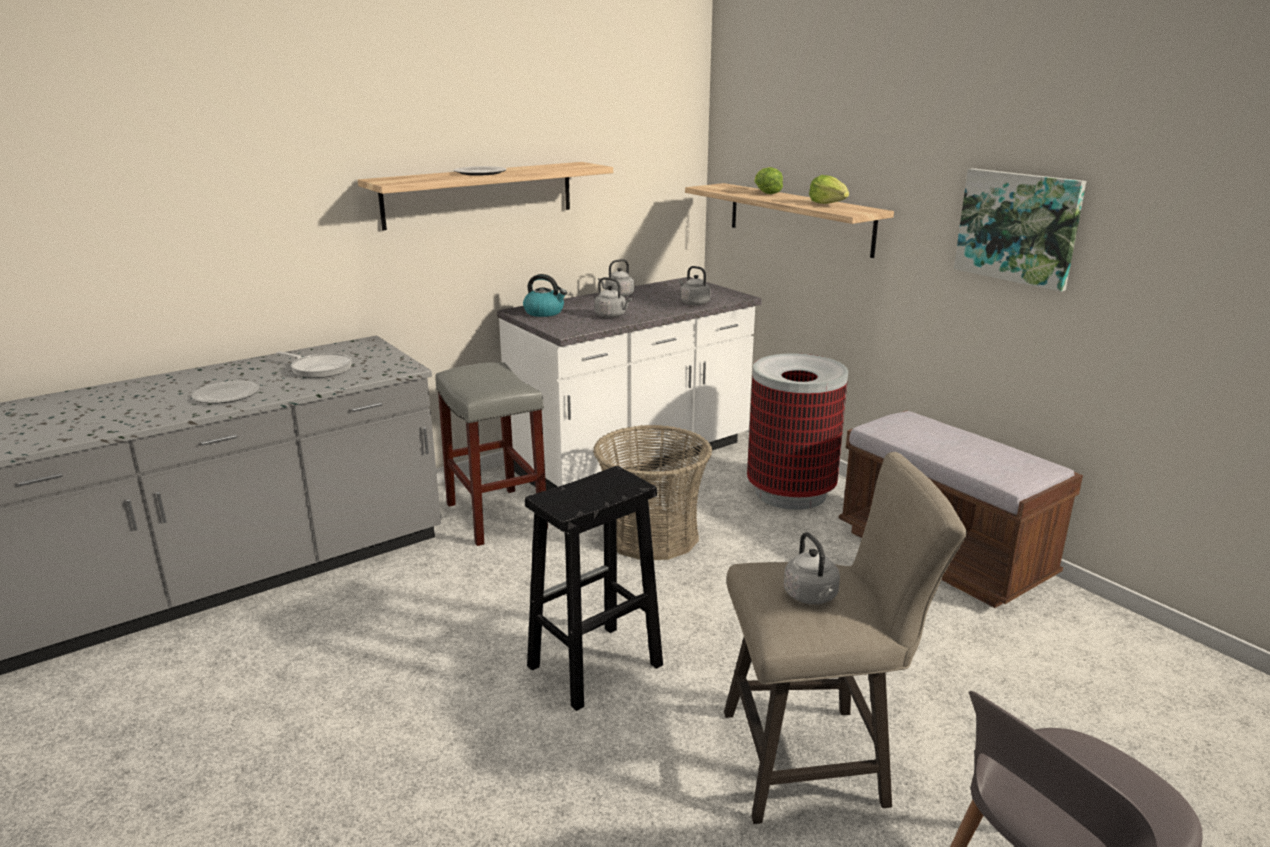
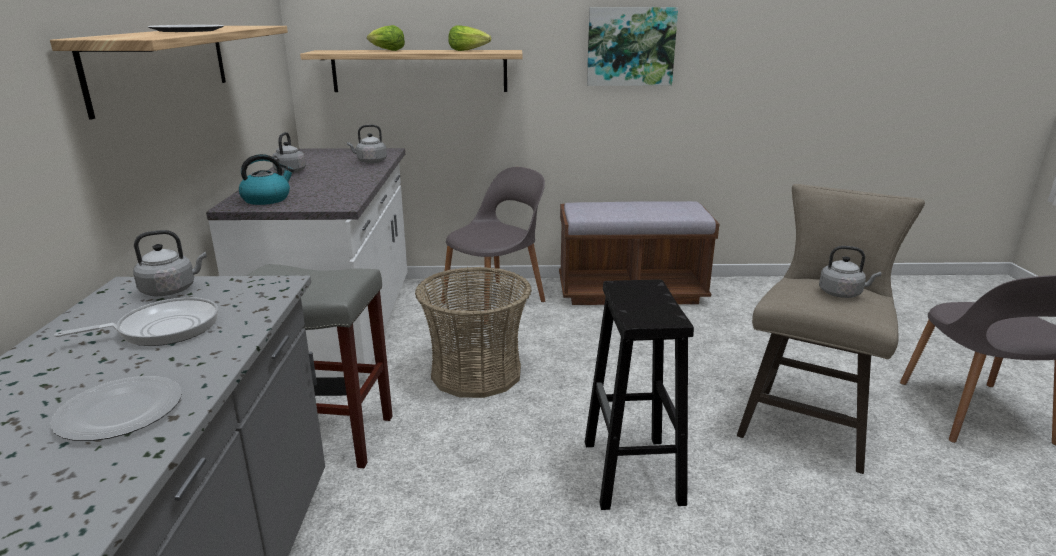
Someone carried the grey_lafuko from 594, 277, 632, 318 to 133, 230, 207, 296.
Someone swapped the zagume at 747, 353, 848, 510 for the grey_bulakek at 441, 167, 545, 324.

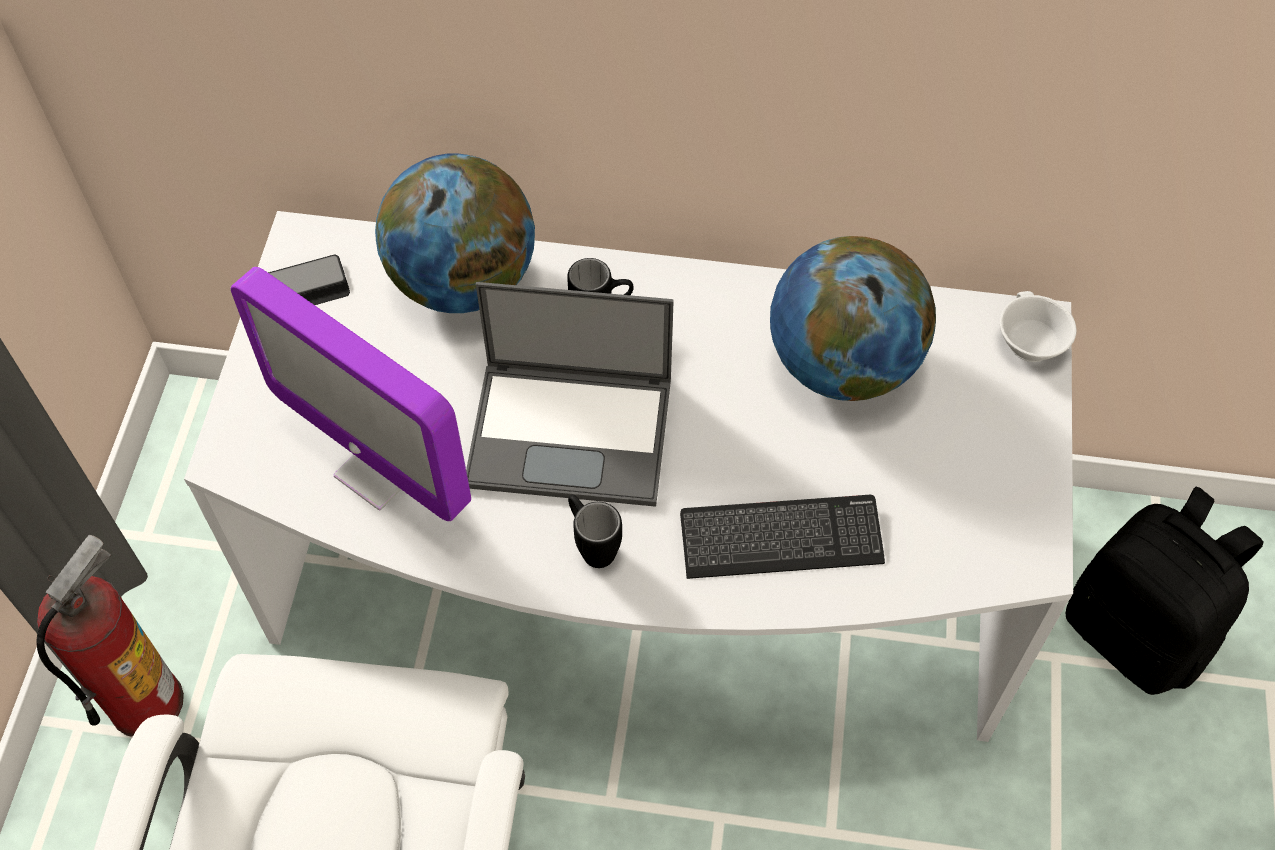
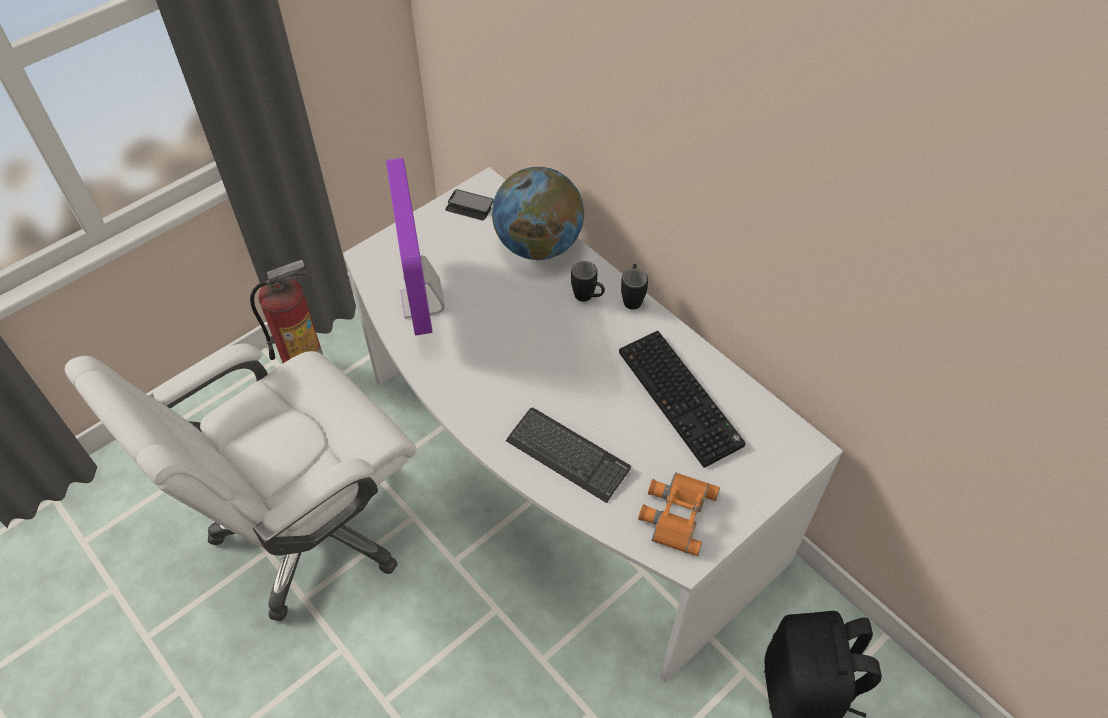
Someone took away the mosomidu at 466, 282, 674, 507.
Someone took away the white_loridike at 1000, 291, 1077, 362.
Someone put down the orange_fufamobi at 638, 473, 720, 556.
Someone carried the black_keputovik from 568, 495, 622, 568 to 621, 264, 648, 310.
Someone swapped the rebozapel at 770, 236, 936, 401 for the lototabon at 619, 331, 746, 468.

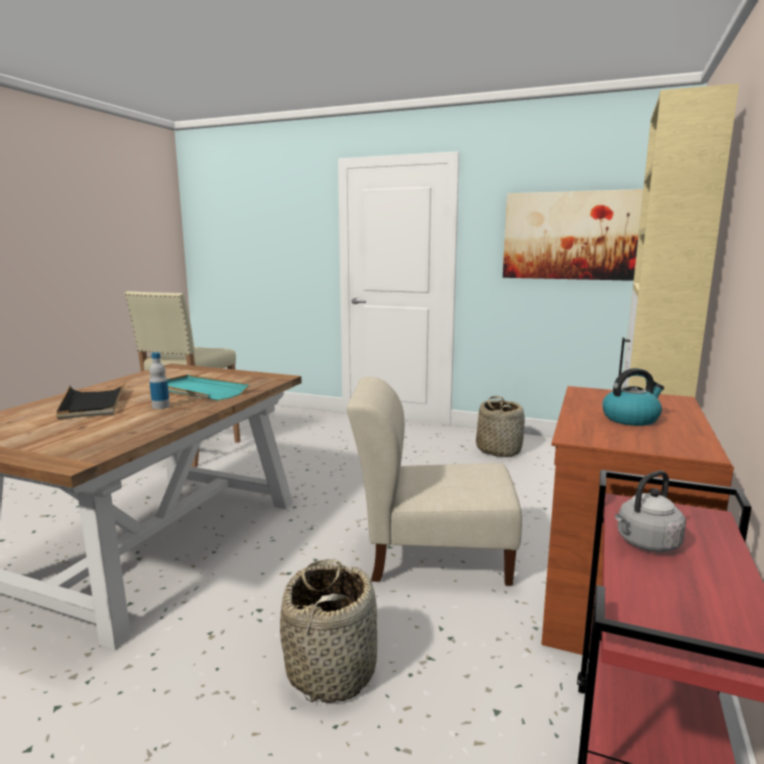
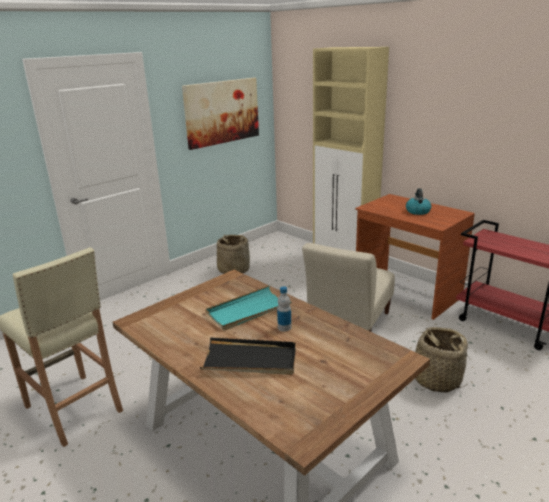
Someone took away the grey_lafuko at 615, 471, 686, 552.

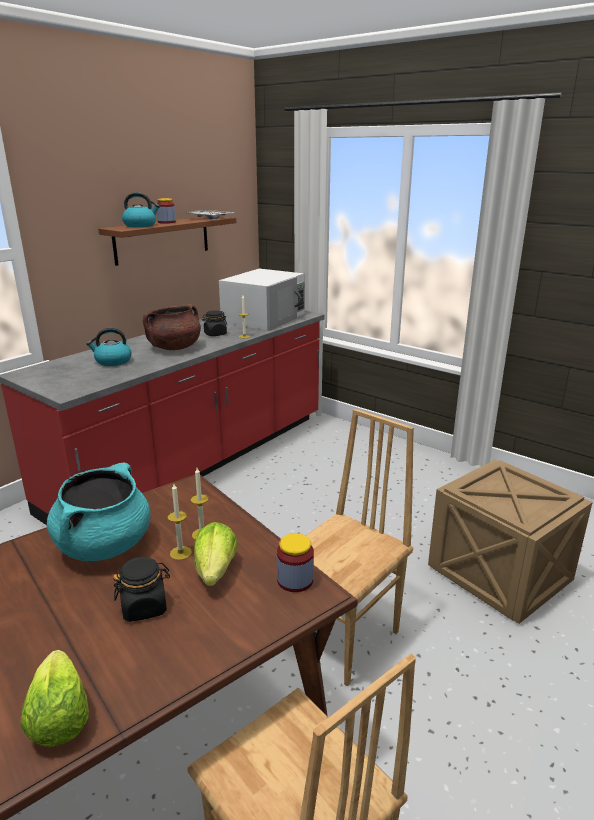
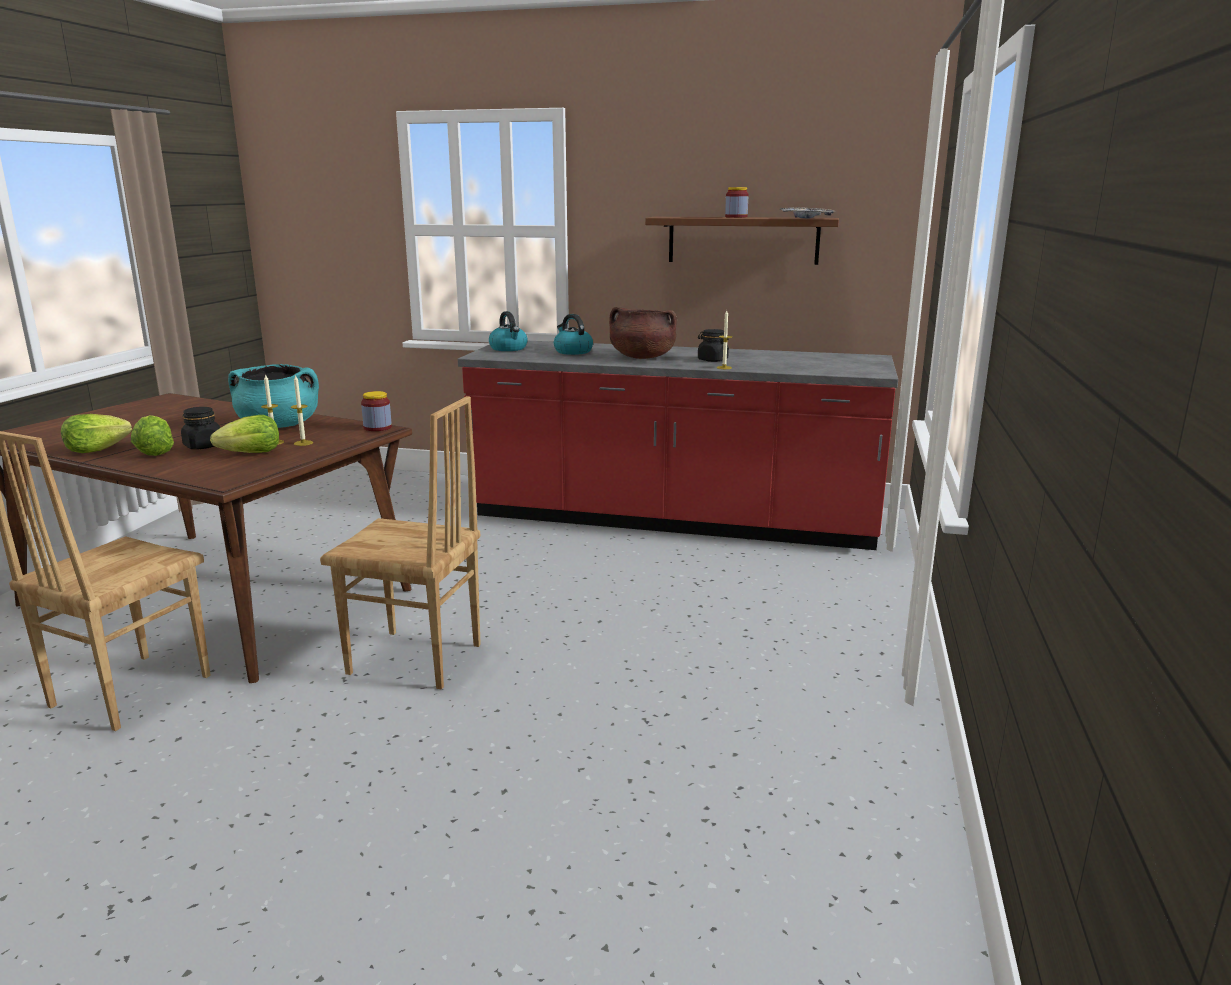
Someone took away the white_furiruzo at 219, 269, 305, 331.
Someone took away the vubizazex at 428, 460, 593, 624.
Someone put down the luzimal at 131, 415, 174, 456.
Someone carried the lafuko from 122, 192, 160, 227 to 489, 311, 528, 351.
Someone carried the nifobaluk from 277, 533, 314, 592 to 361, 391, 392, 431.

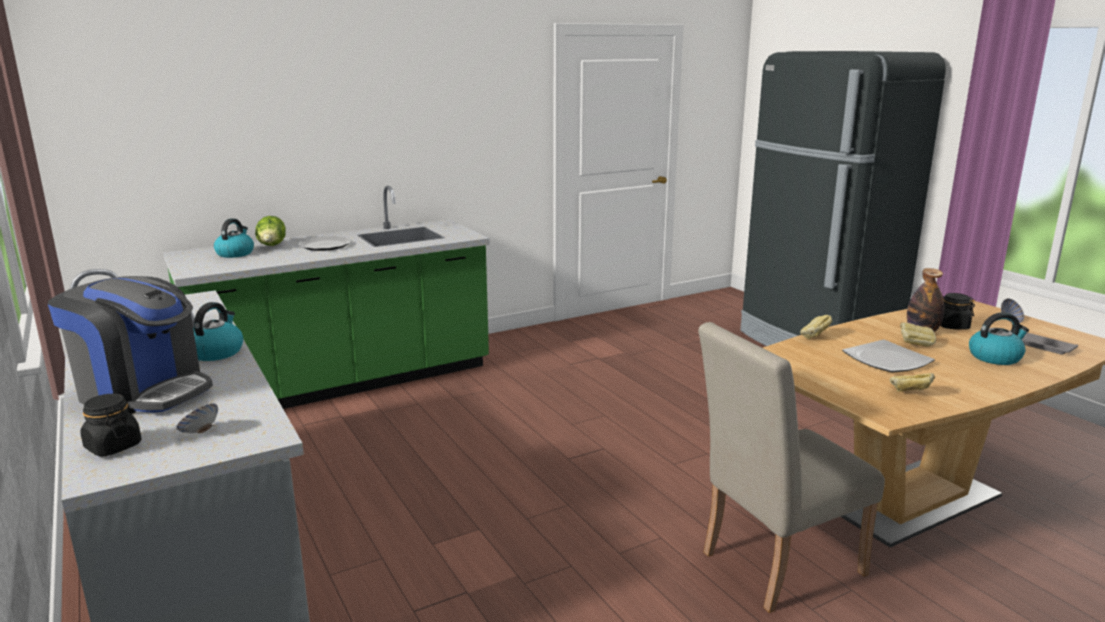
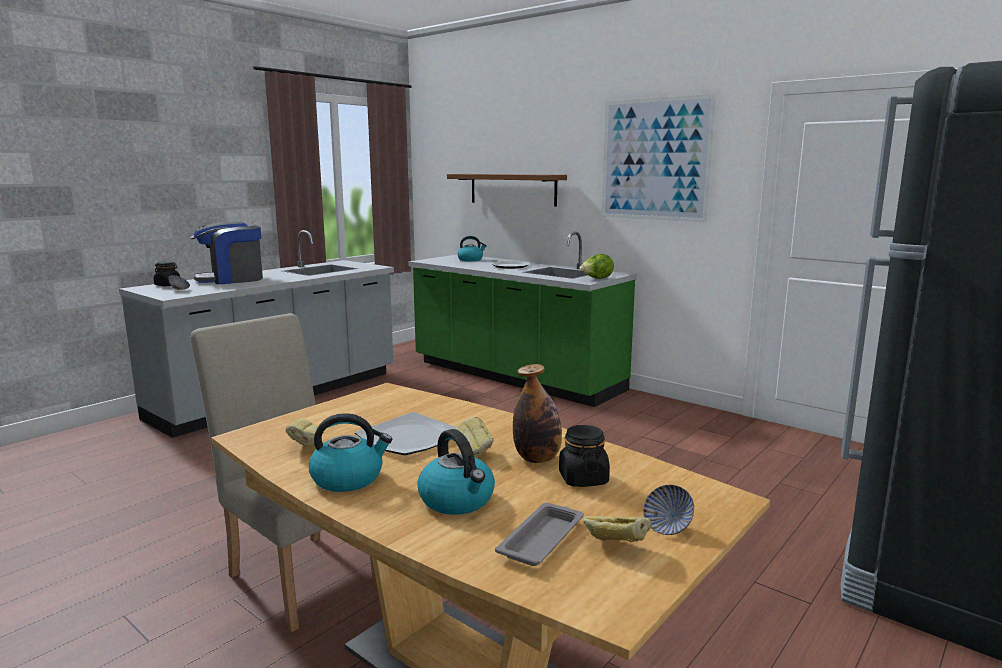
Someone put up the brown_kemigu at 447, 174, 567, 206.
Someone put up the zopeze at 601, 94, 716, 222.
Someone carried the lafuko from 193, 302, 243, 361 to 309, 413, 392, 492.
Someone carried the luzimal from 255, 216, 286, 246 to 580, 254, 614, 279.
Someone carried the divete from 800, 315, 832, 339 to 583, 516, 651, 542.
Someone rotated the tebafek at 48, 276, 213, 414 by 60 degrees clockwise.

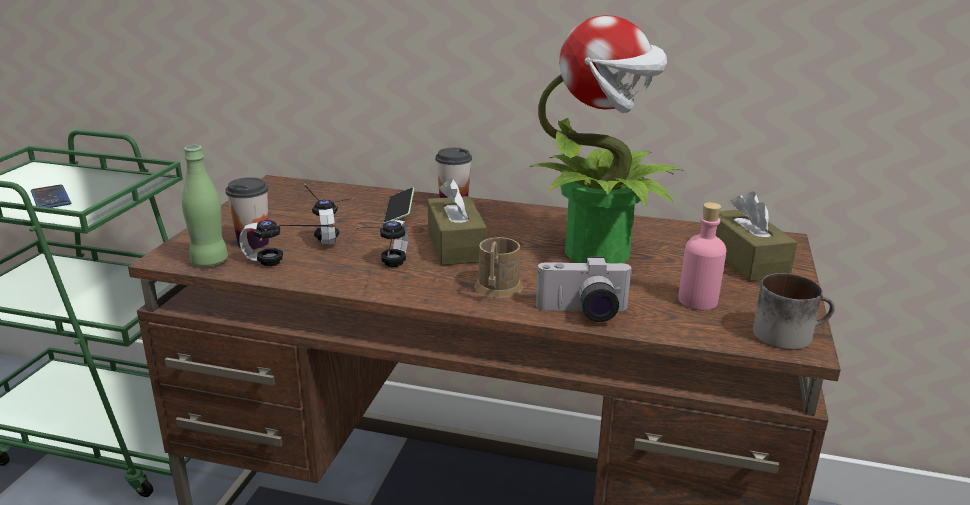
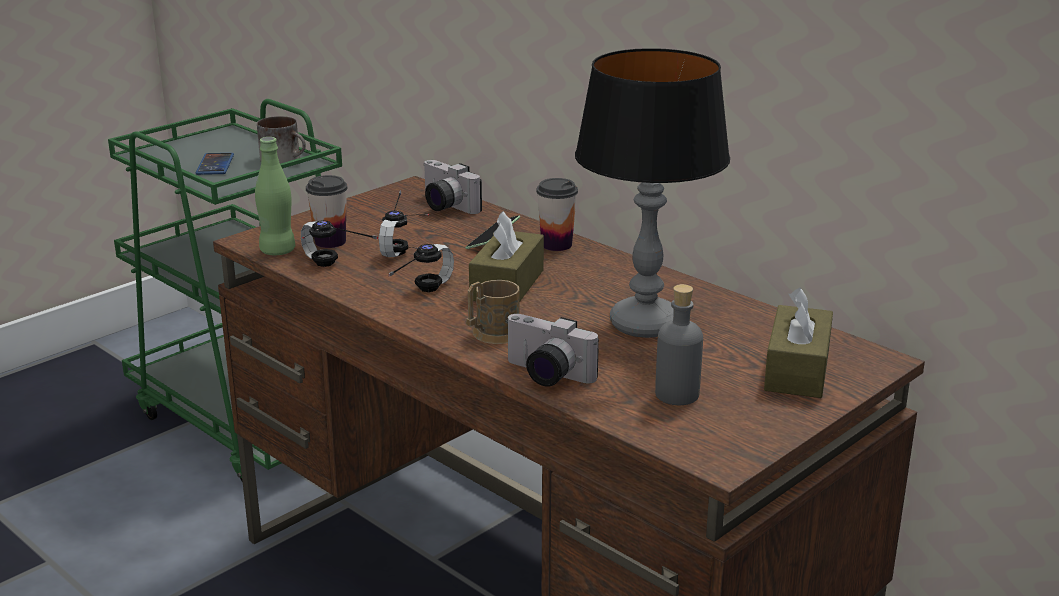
Someone put down the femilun at 423, 160, 482, 214.
Someone carried the keputovik from 753, 273, 835, 350 to 257, 116, 306, 164.
Someone swapped the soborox at 529, 15, 684, 263 for the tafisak at 575, 48, 730, 338.
Someone repainted the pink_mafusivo at 678, 202, 726, 310, which became the grey_mafusivo at 655, 284, 703, 405.

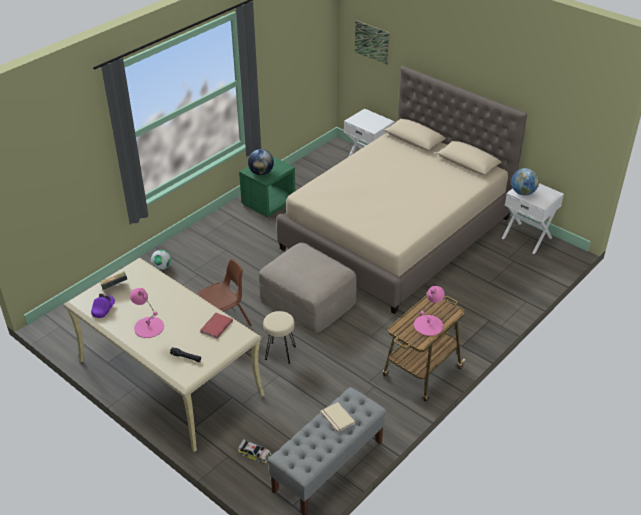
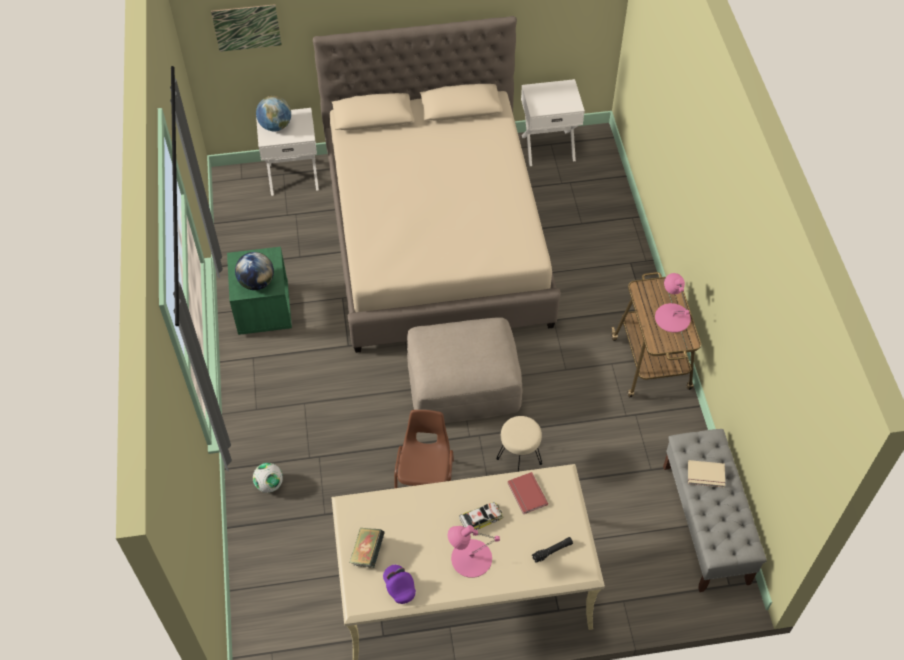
Someone carried the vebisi from 238, 439, 272, 464 to 459, 502, 503, 530.
Someone carried the rebozapel from 511, 168, 539, 196 to 256, 96, 291, 132.

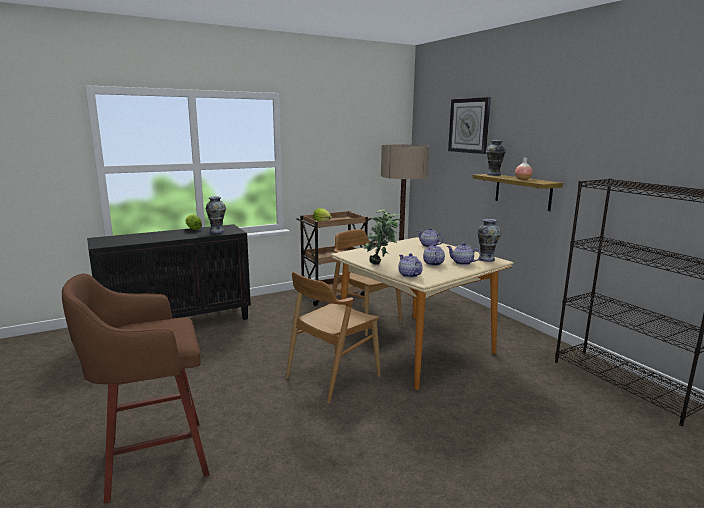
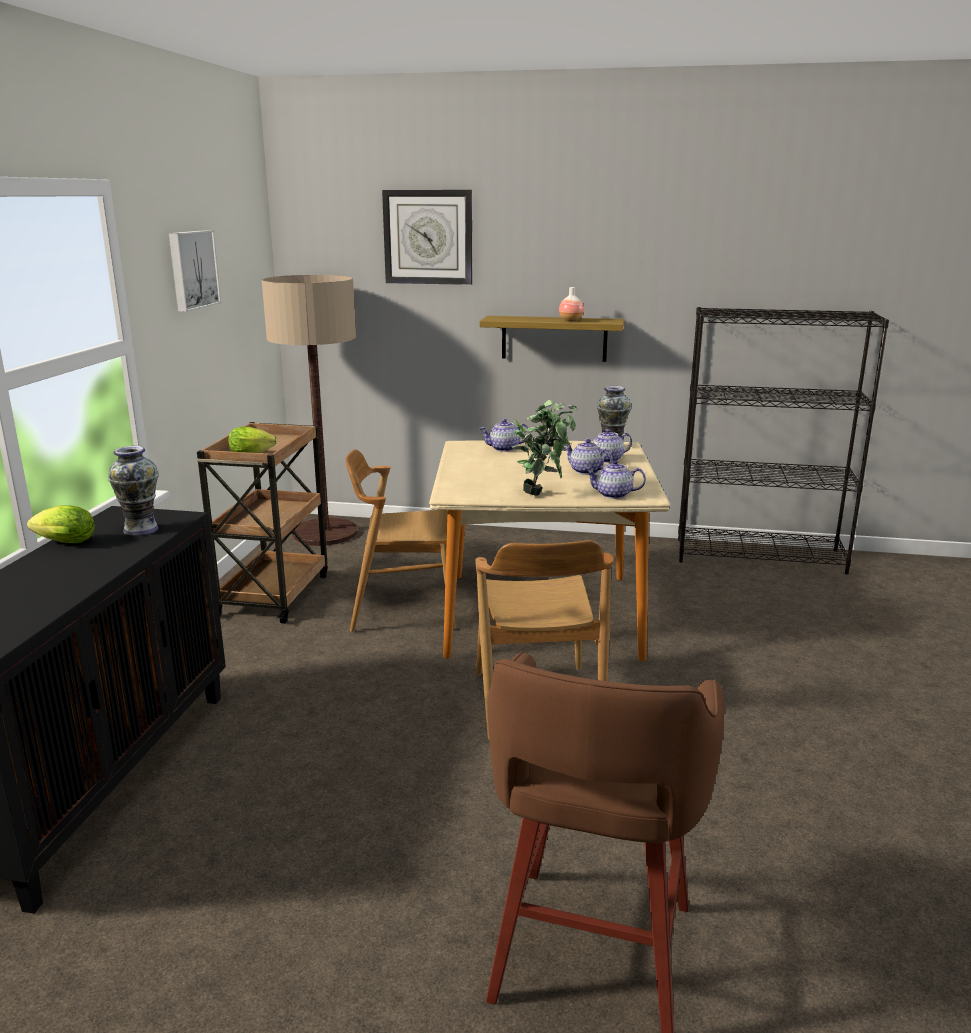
Someone took away the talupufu at 486, 140, 506, 176.
Someone put up the zopeze at 169, 230, 221, 312.

